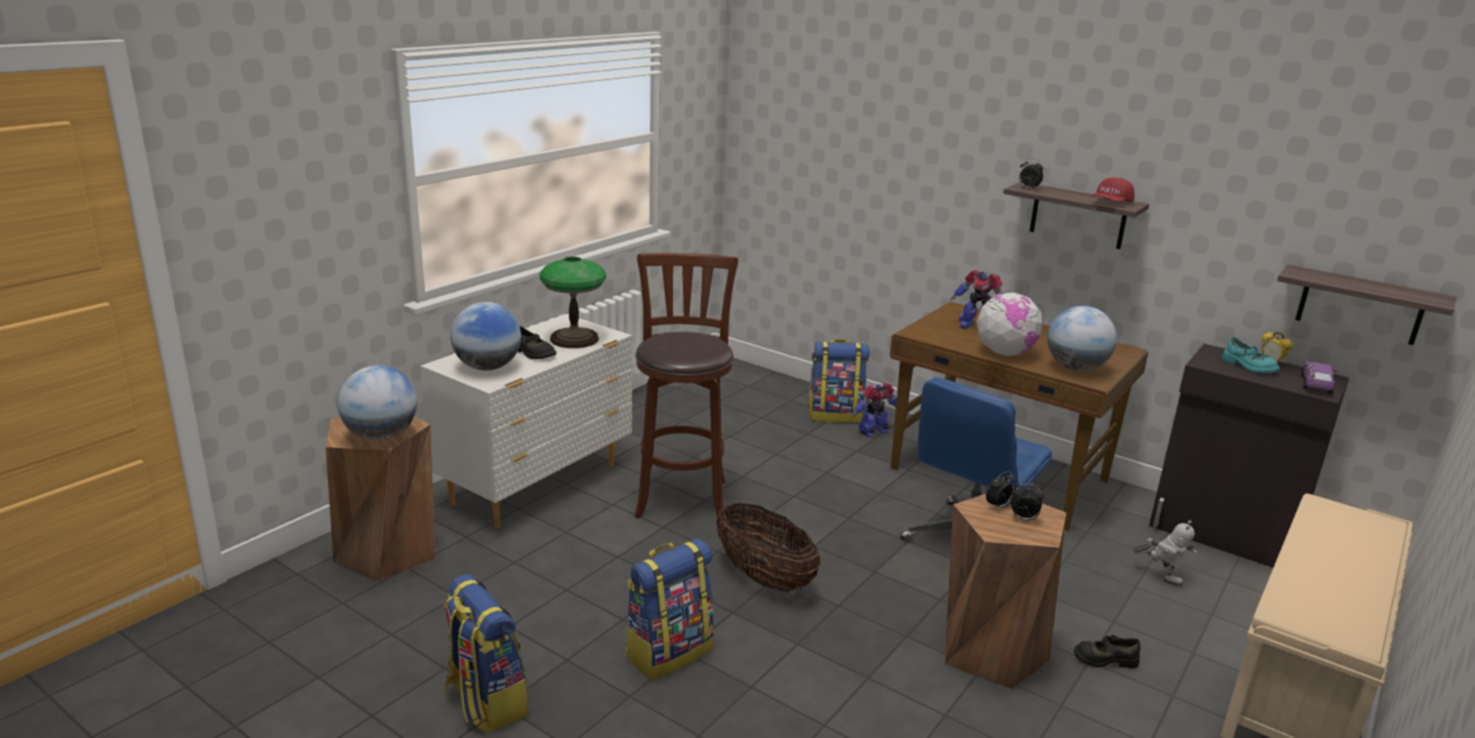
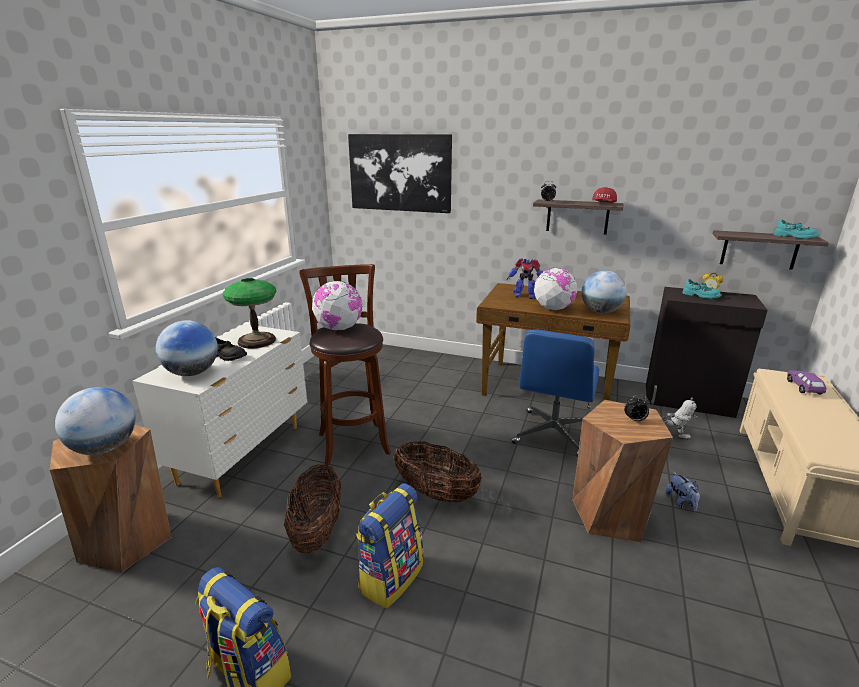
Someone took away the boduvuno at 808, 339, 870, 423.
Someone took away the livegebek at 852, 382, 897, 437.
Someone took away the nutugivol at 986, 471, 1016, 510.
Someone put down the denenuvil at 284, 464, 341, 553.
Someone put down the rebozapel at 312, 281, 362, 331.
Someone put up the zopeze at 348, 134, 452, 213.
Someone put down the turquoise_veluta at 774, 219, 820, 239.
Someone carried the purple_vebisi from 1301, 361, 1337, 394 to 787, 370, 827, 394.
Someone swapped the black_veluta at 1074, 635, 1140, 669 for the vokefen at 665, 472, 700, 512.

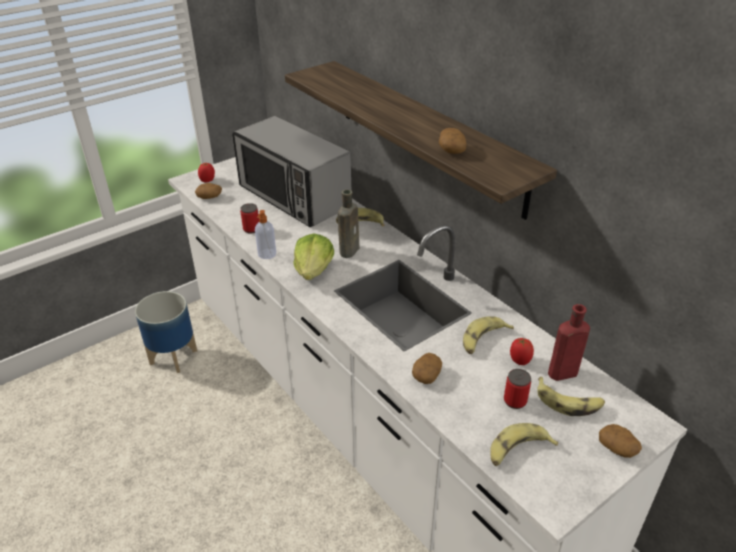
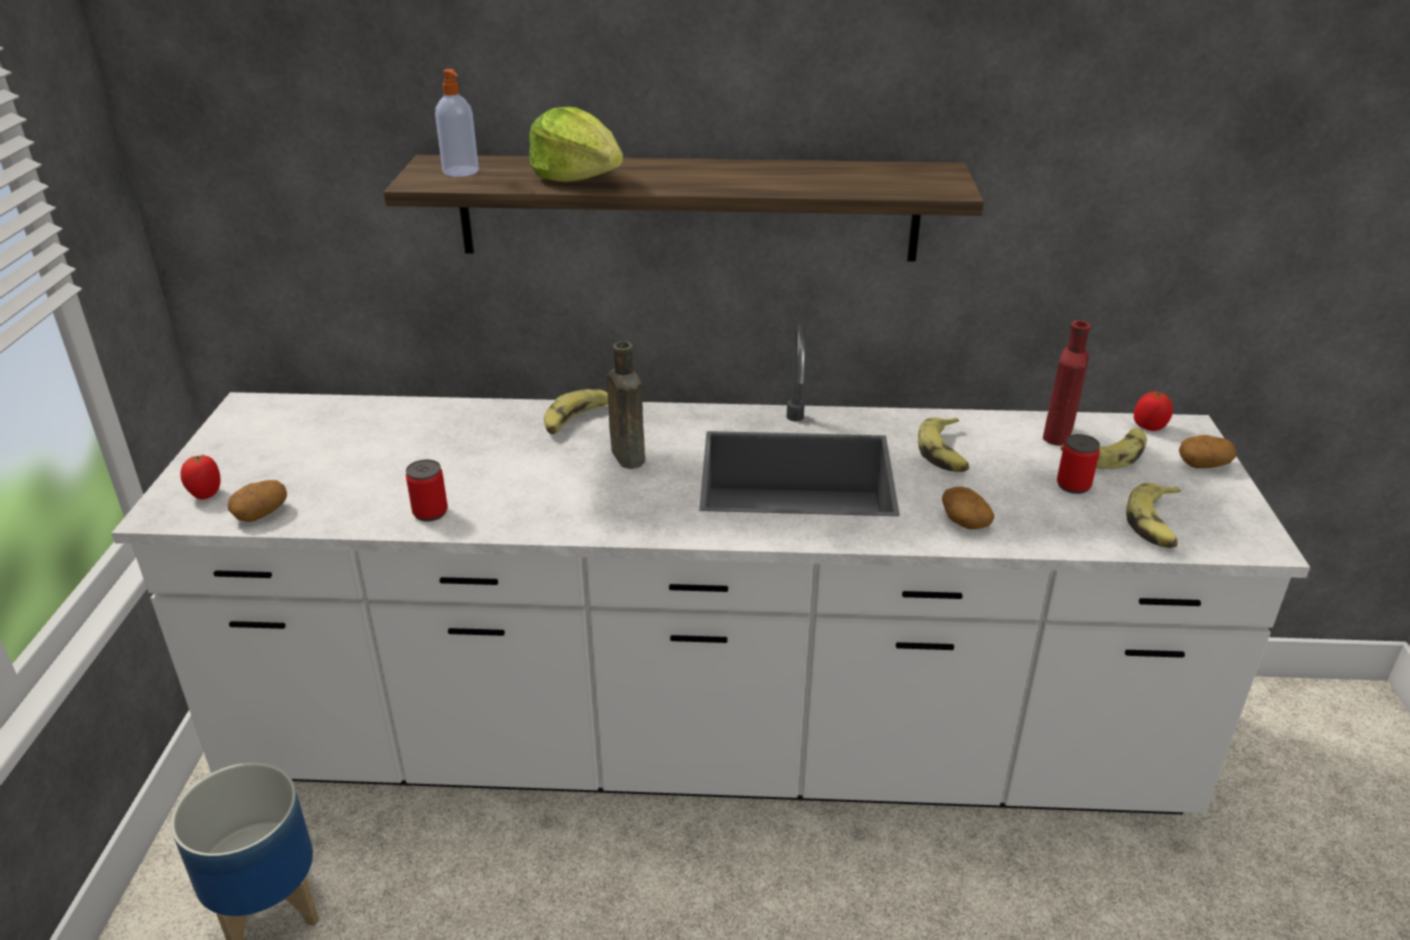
Someone took away the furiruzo at 232, 116, 351, 227.
Someone took away the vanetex at 439, 128, 466, 154.
Someone carried the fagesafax from 255, 210, 276, 259 to 435, 69, 479, 177.
Someone carried the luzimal from 293, 233, 334, 280 to 529, 106, 623, 182.
Someone carried the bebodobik from 510, 338, 534, 365 to 1134, 392, 1173, 431.

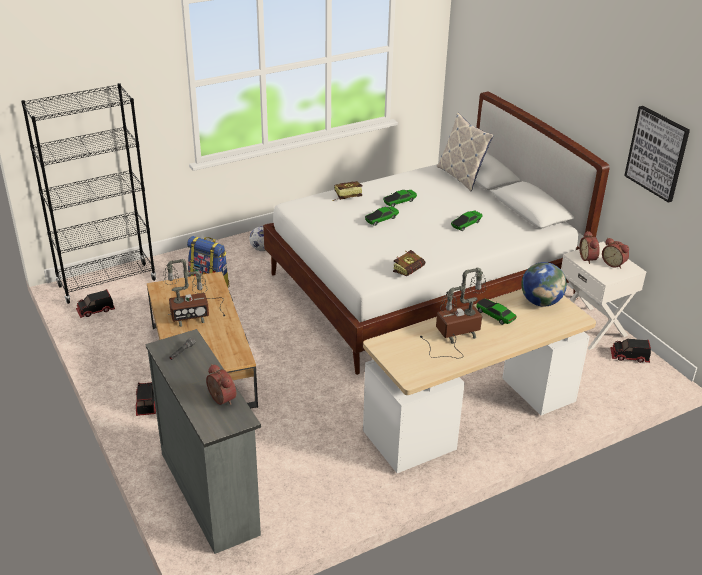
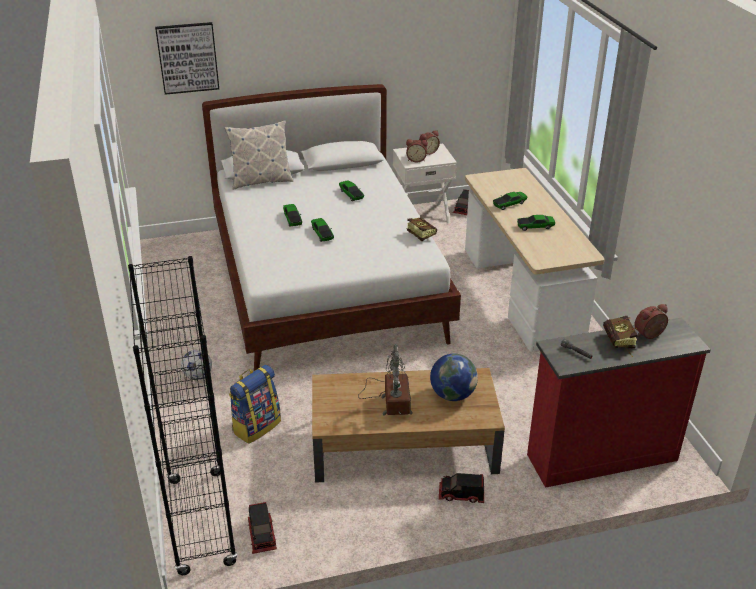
Someone carried the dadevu from 332, 181, 362, 201 to 603, 316, 638, 357.
Someone carried the rebozapel from 521, 262, 567, 307 to 430, 353, 478, 401.
Someone carried the zopeze from 624, 106, 690, 203 to 155, 22, 219, 95.
Someone swapped the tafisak at 420, 268, 486, 359 for the vebisi at 517, 215, 555, 231.
Someone repainted the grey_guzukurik at 146, 329, 261, 554, which became the red_guzukurik at 527, 317, 711, 488.

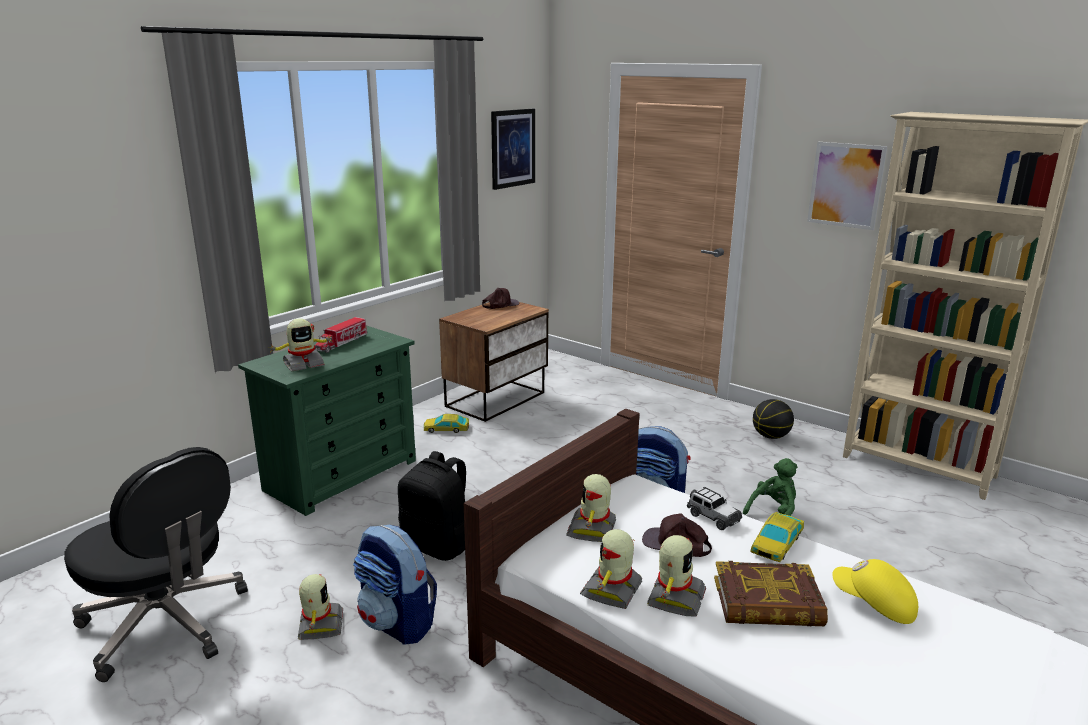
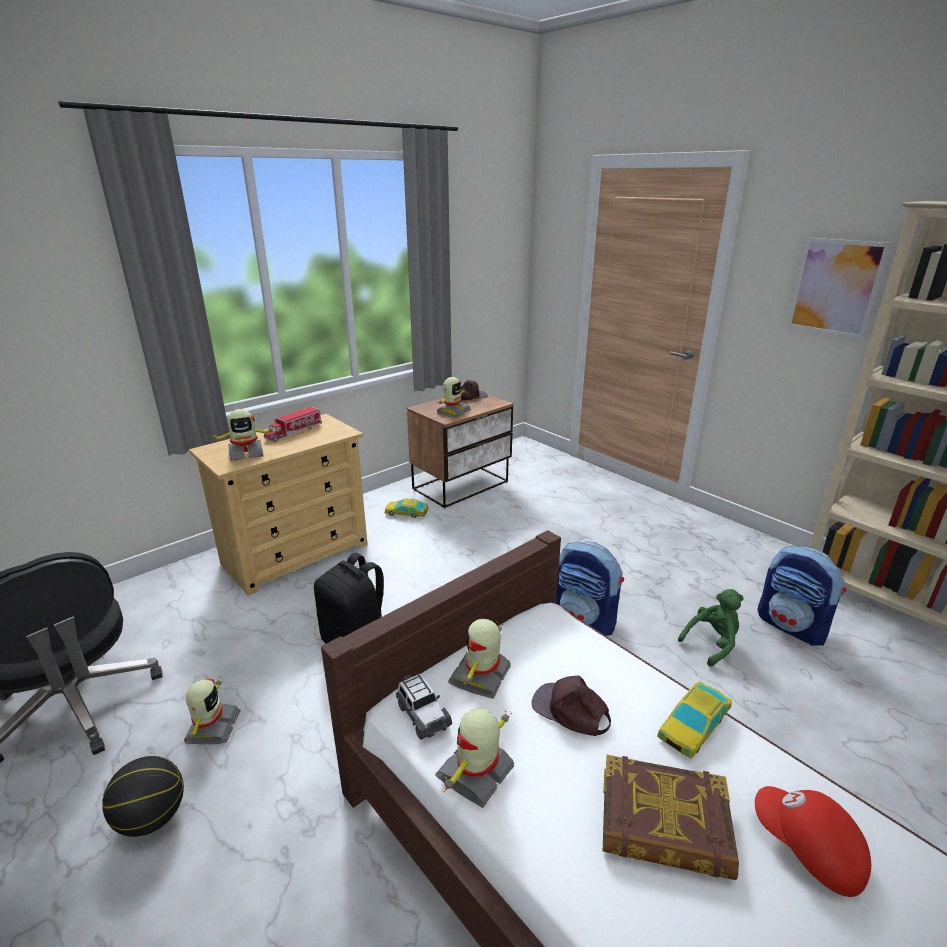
Someone took away the zopeze at 491, 109, 535, 190.
Someone carried the boduvuno from 353, 525, 437, 645 to 757, 546, 847, 646.
Someone carried the livegebek from 647, 535, 706, 617 to 437, 377, 471, 417.
Someone carried the vebisi from 687, 487, 742, 530 to 396, 673, 452, 740.
Someone carried the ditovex from 753, 399, 794, 439 to 102, 756, 184, 837.
Someone repainted the green_guzukurik at 238, 325, 416, 516, which became the beige_guzukurik at 189, 414, 368, 596.
Someone repainted the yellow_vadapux at 832, 559, 918, 624, which became the red_vadapux at 755, 786, 871, 897.

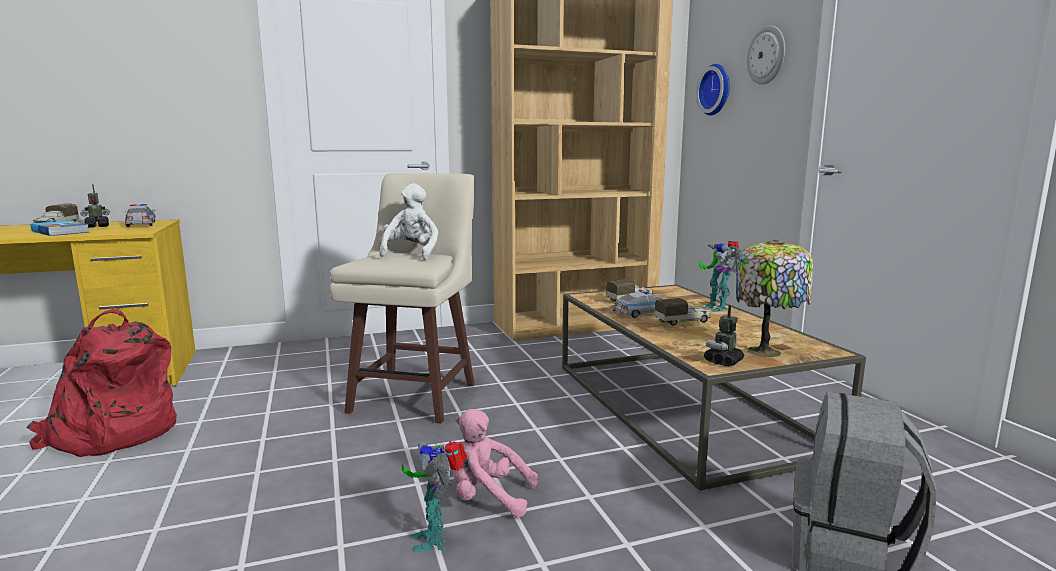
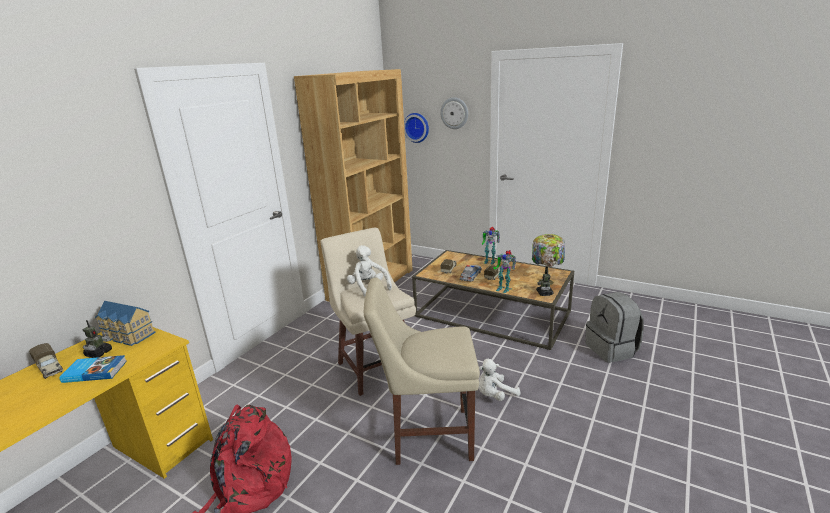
Someone put down the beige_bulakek at 364, 278, 480, 465.
Someone carried the livegebek from 402, 441, 467, 552 to 493, 250, 516, 293.
Someone swapped the vebisi at 125, 204, 155, 227 for the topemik at 95, 300, 156, 346.
Someone repainted the pink_vokefen at 453, 409, 538, 517, which became the white_vokefen at 479, 359, 520, 401.

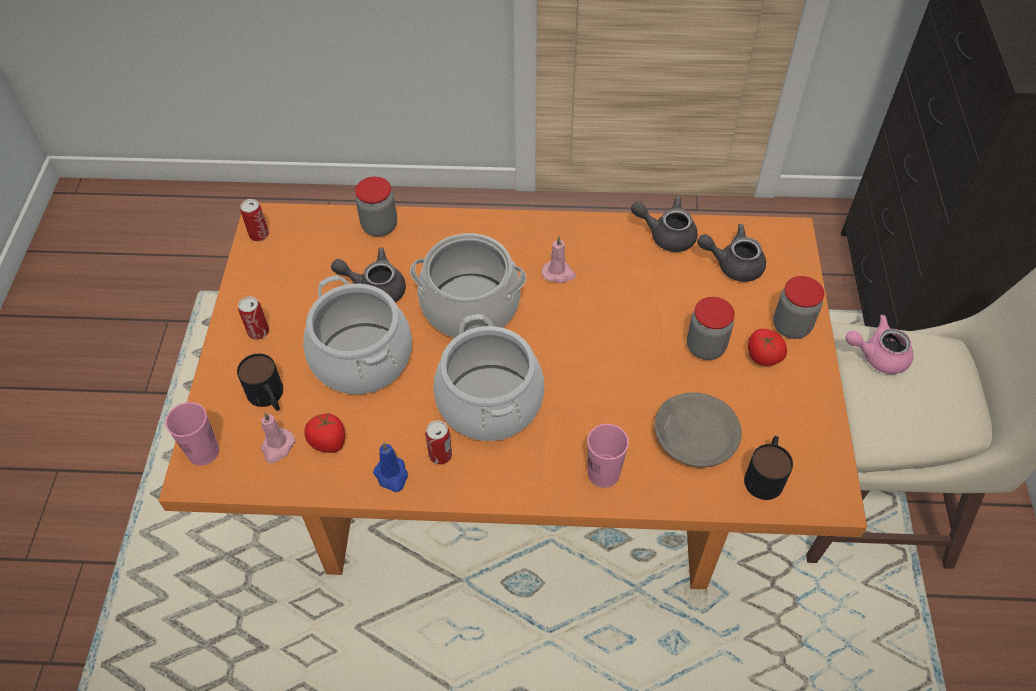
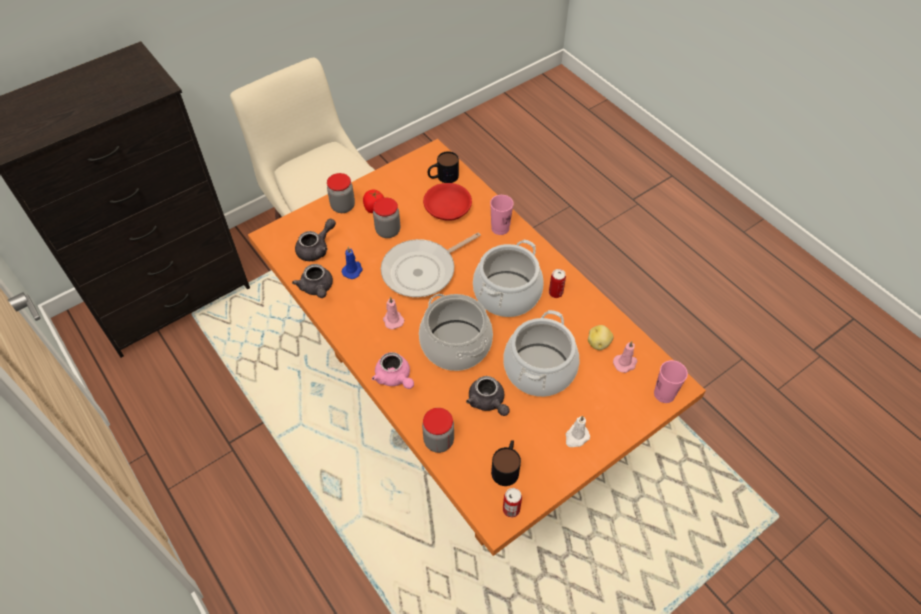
Someone put down the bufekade at 381, 232, 481, 297.
Someone carried the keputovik from 237, 353, 283, 411 to 491, 440, 521, 486.
Someone carried the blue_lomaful from 373, 442, 408, 492 to 342, 247, 363, 279.
Someone carried the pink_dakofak from 845, 315, 914, 374 to 372, 352, 414, 389.
Someone swapped the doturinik at 238, 296, 269, 339 for the white_lomaful at 566, 416, 590, 447.
Someone swapped the bebodobik at 304, 413, 345, 453 for the vanetex at 588, 325, 614, 350.
Someone repainted the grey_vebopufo at 655, 392, 742, 468, which became the red_vebopufo at 423, 183, 472, 221.
Someone rotated the grey_dakofak at 697, 224, 766, 282 by 105 degrees counterclockwise.

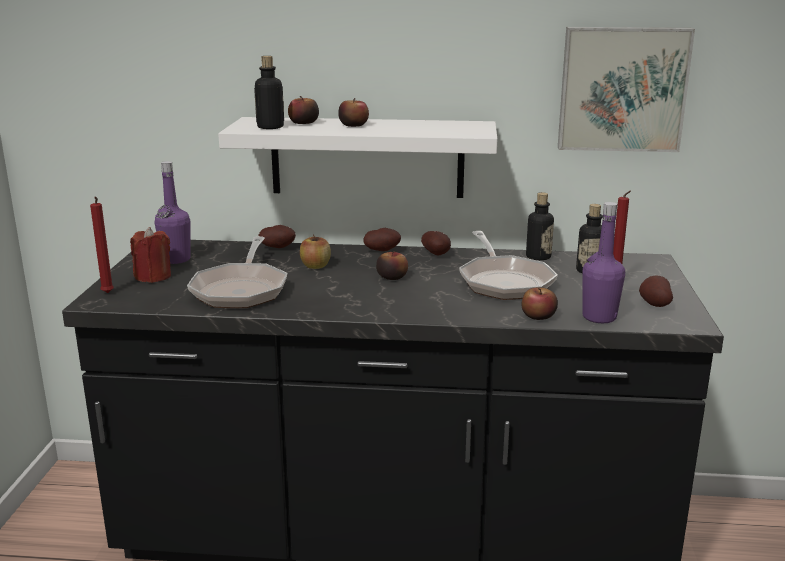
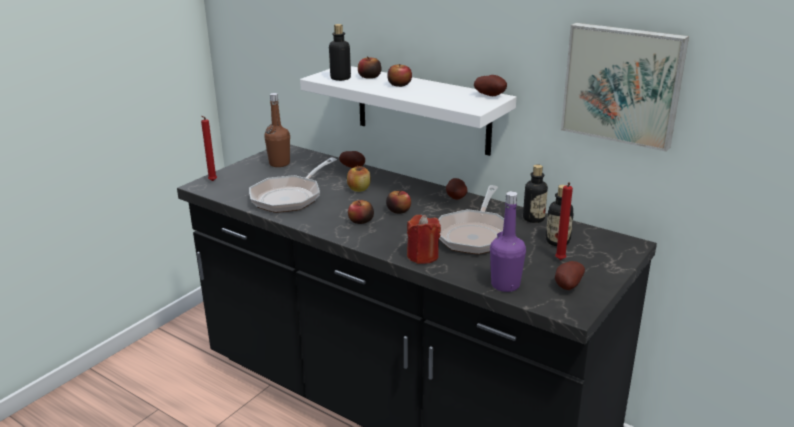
Someone carried the red_lomaful from 130, 227, 171, 283 to 407, 215, 441, 264.
Someone carried the vanetex from 364, 228, 401, 251 to 474, 75, 507, 96.
Someone carried the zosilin from 521, 287, 558, 320 to 348, 200, 374, 224.
Someone repainted the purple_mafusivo at 154, 161, 191, 264, which became the brown_mafusivo at 265, 93, 290, 167.

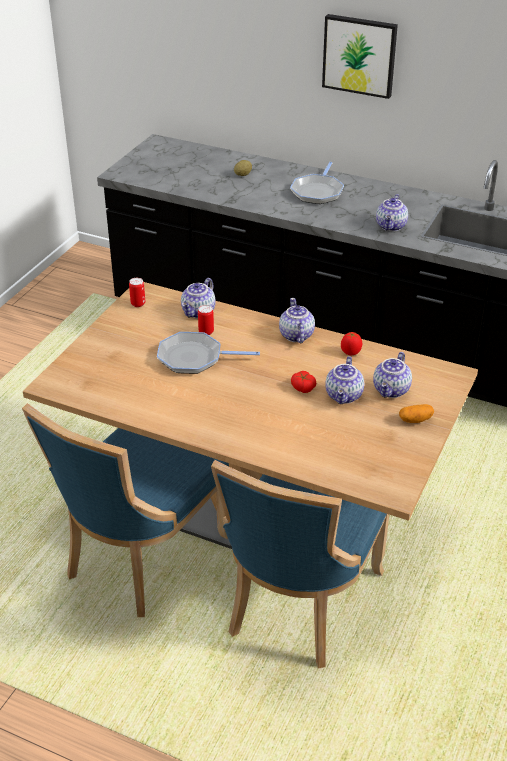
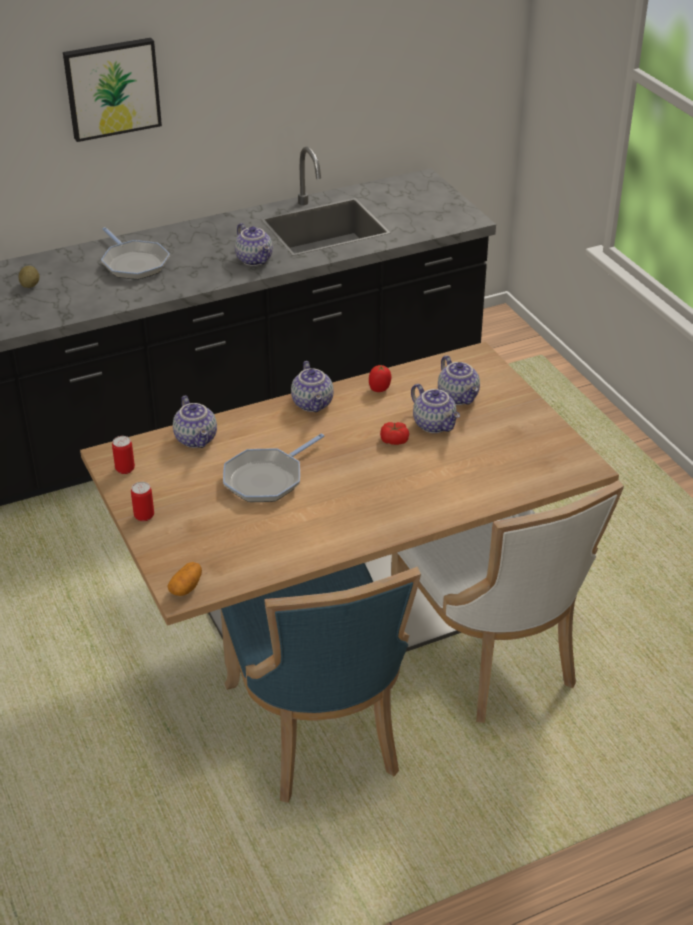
Someone carried the doturinik from 198, 305, 214, 335 to 131, 482, 154, 521.
Someone carried the vanetex from 399, 404, 434, 423 to 167, 562, 202, 596.
Someone repainted the blue_bulakek at 211, 460, 389, 668, which became the white_bulakek at 391, 480, 624, 723.
Someone rotated the dakofak at 279, 298, 315, 343 by 135 degrees counterclockwise.

